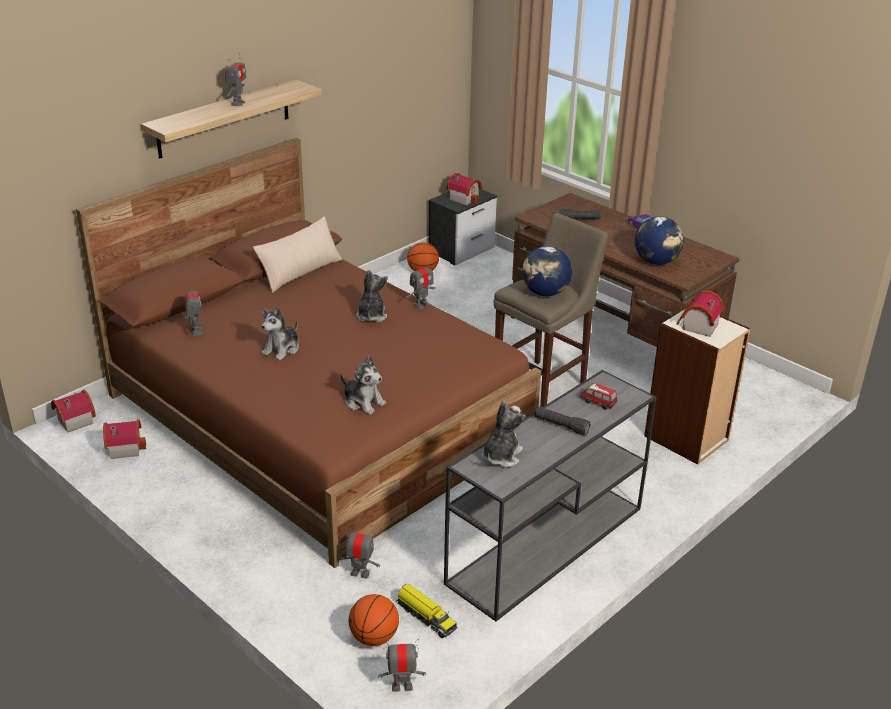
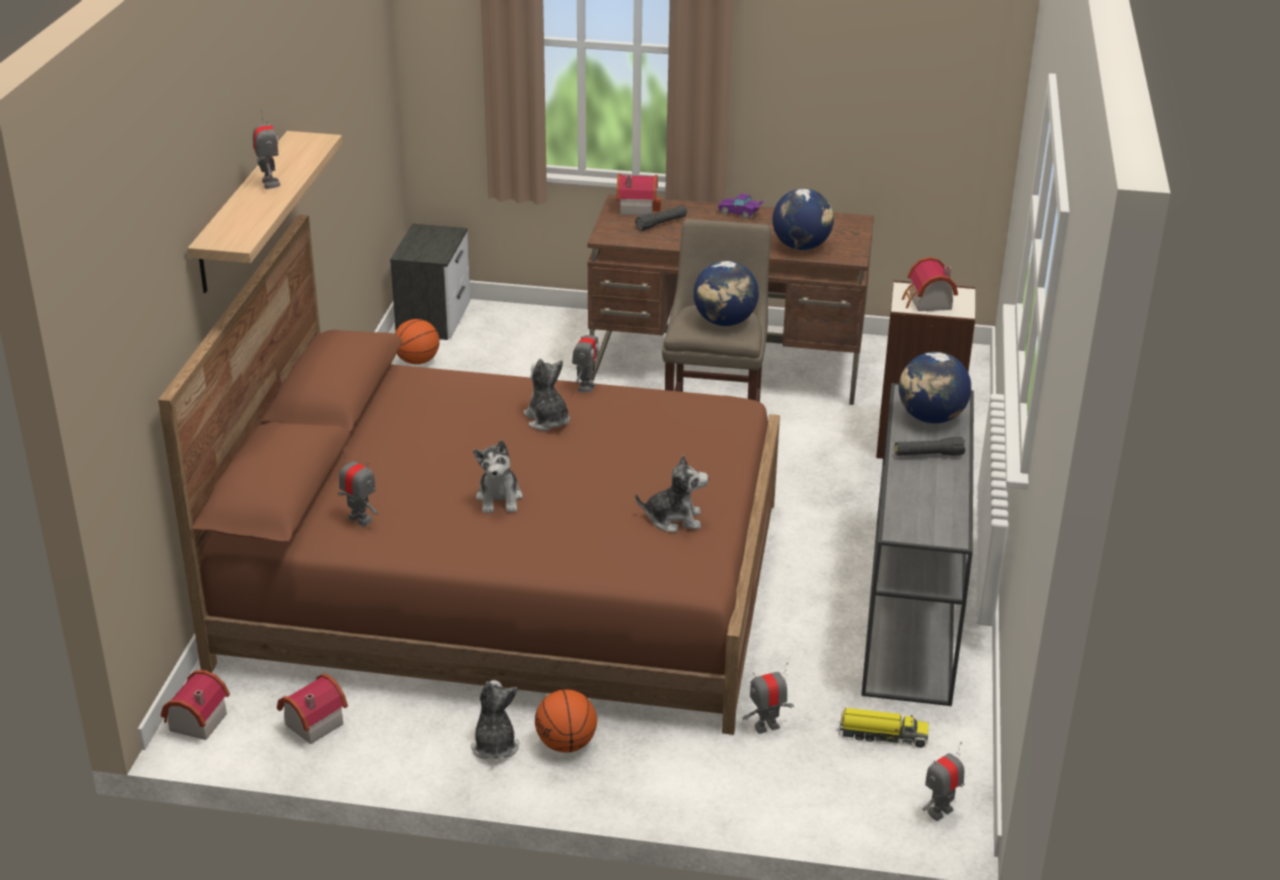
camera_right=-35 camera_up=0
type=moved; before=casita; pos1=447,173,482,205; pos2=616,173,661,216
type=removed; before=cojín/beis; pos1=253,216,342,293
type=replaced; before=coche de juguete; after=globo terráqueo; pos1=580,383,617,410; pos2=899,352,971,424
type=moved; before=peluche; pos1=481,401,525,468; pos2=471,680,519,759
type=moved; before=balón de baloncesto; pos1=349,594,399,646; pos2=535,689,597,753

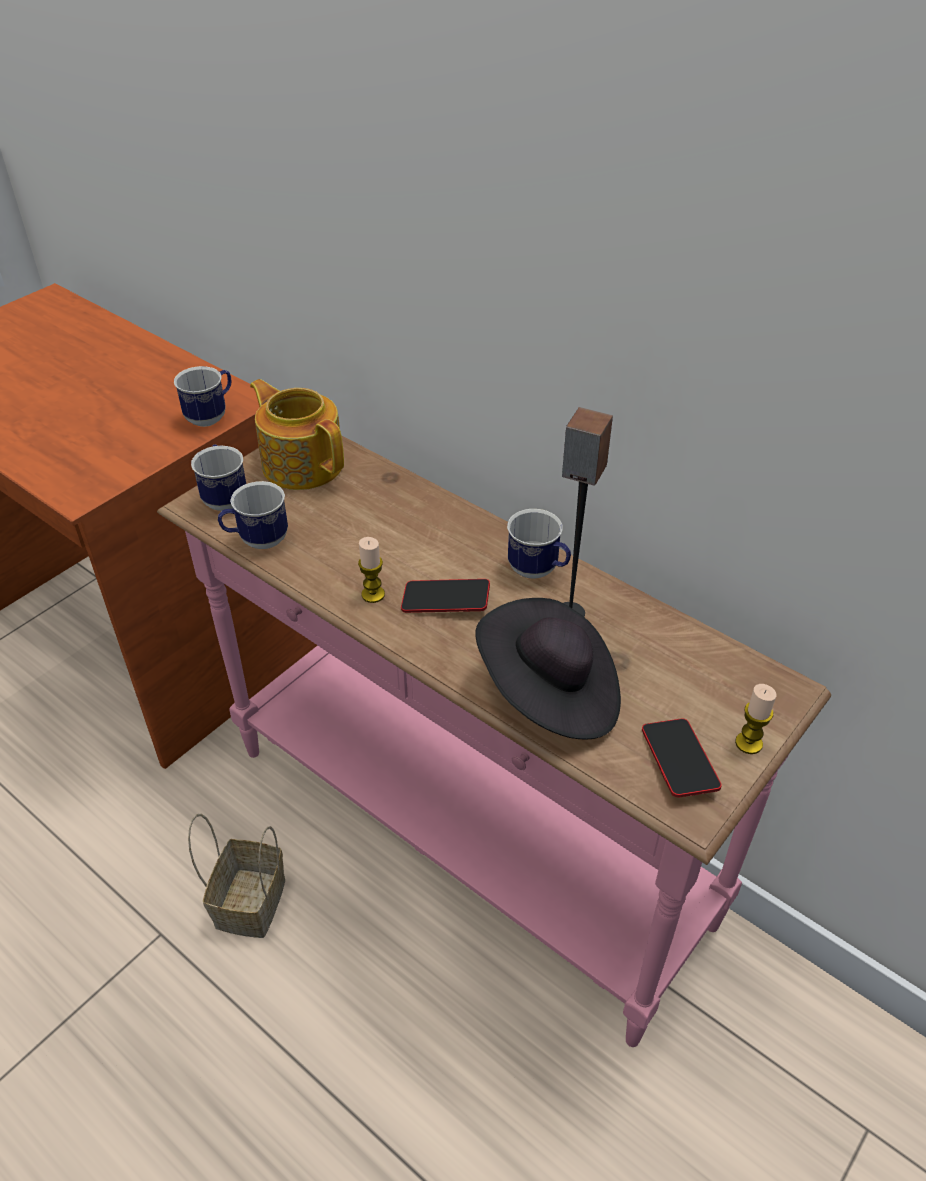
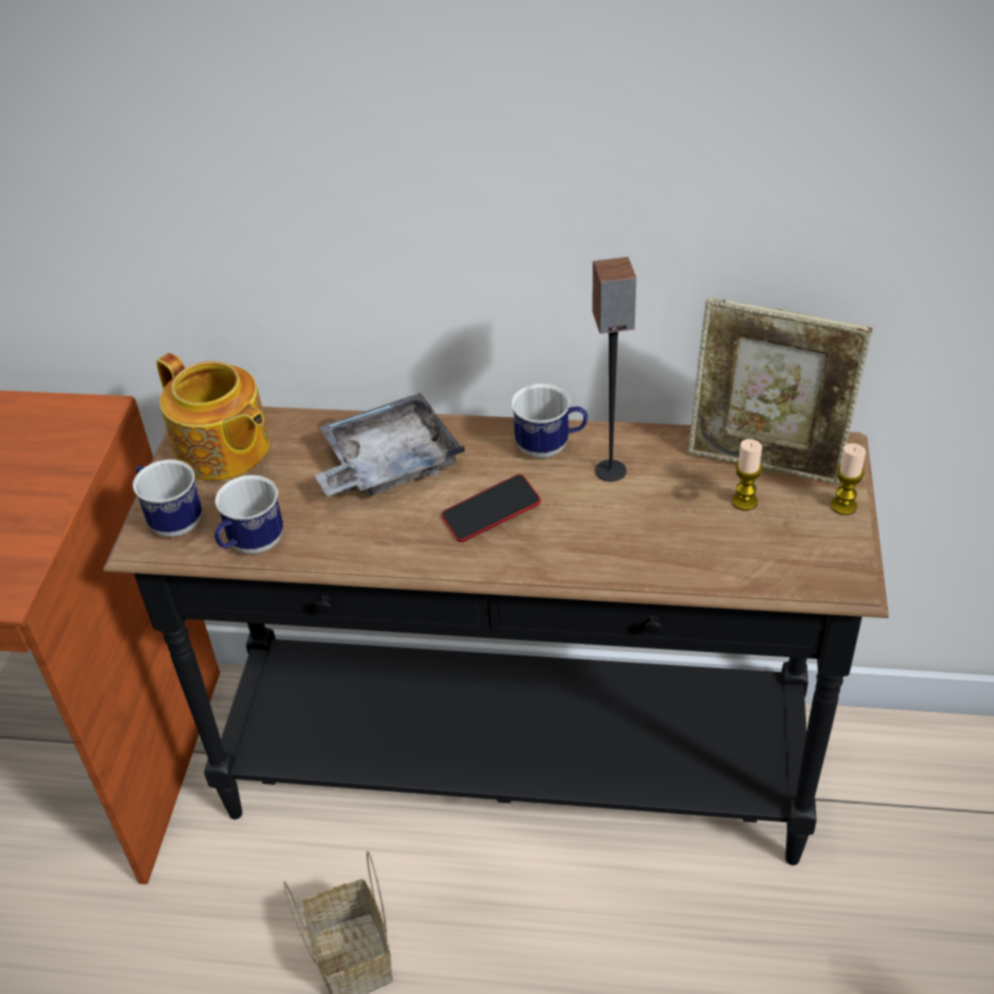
camera_right=-30 camera_up=0
type=removed; before=taza grande; pos1=174,366,231,427
type=turned; before=tetera; pos1=250,379,344,490; pos2=157,353,270,481; turn=-150
type=recoloured; before=mesa consola/rosa; after=mesa consola/negro; pos1=157,436,831,1047; pos2=103,406,889,865
type=moved; before=vela; pos1=358,537,385,603; pos2=732,439,762,511
type=removed; before=sombrero/negro; pos1=476,598,621,740
type=removed; before=móvil; pos1=642,718,722,798
type=added; after=portarretratos; pos2=688,297,872,484
type=added; after=bandeja/gris; pos2=314,393,465,496

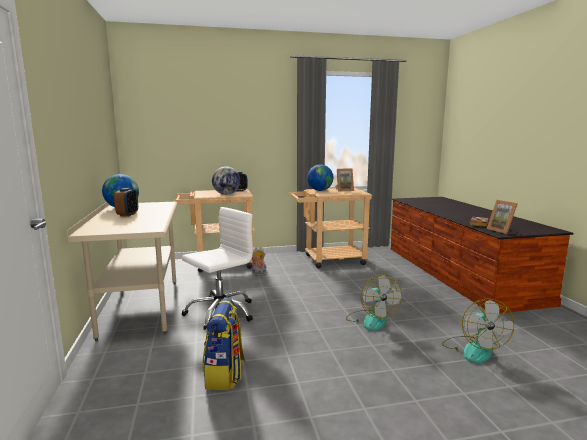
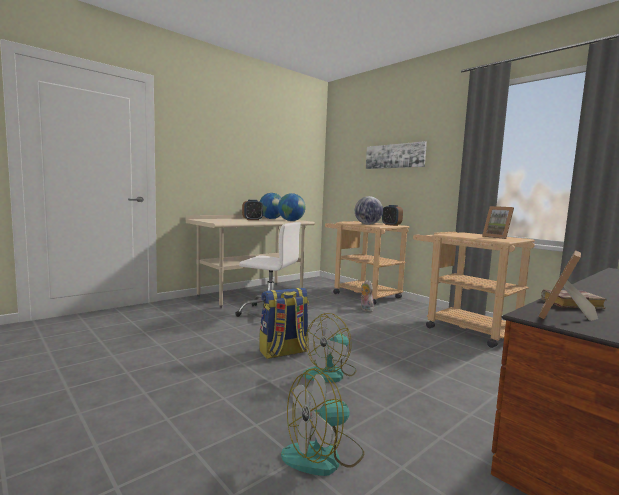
camera_right=60 camera_up=-5
type=moved; before=globo terráqueo; pos1=307,164,333,191; pos2=278,193,305,221
type=moved; before=mochila; pos1=202,298,245,390; pos2=260,288,309,359
type=added; after=cuadro; pos2=366,141,427,169

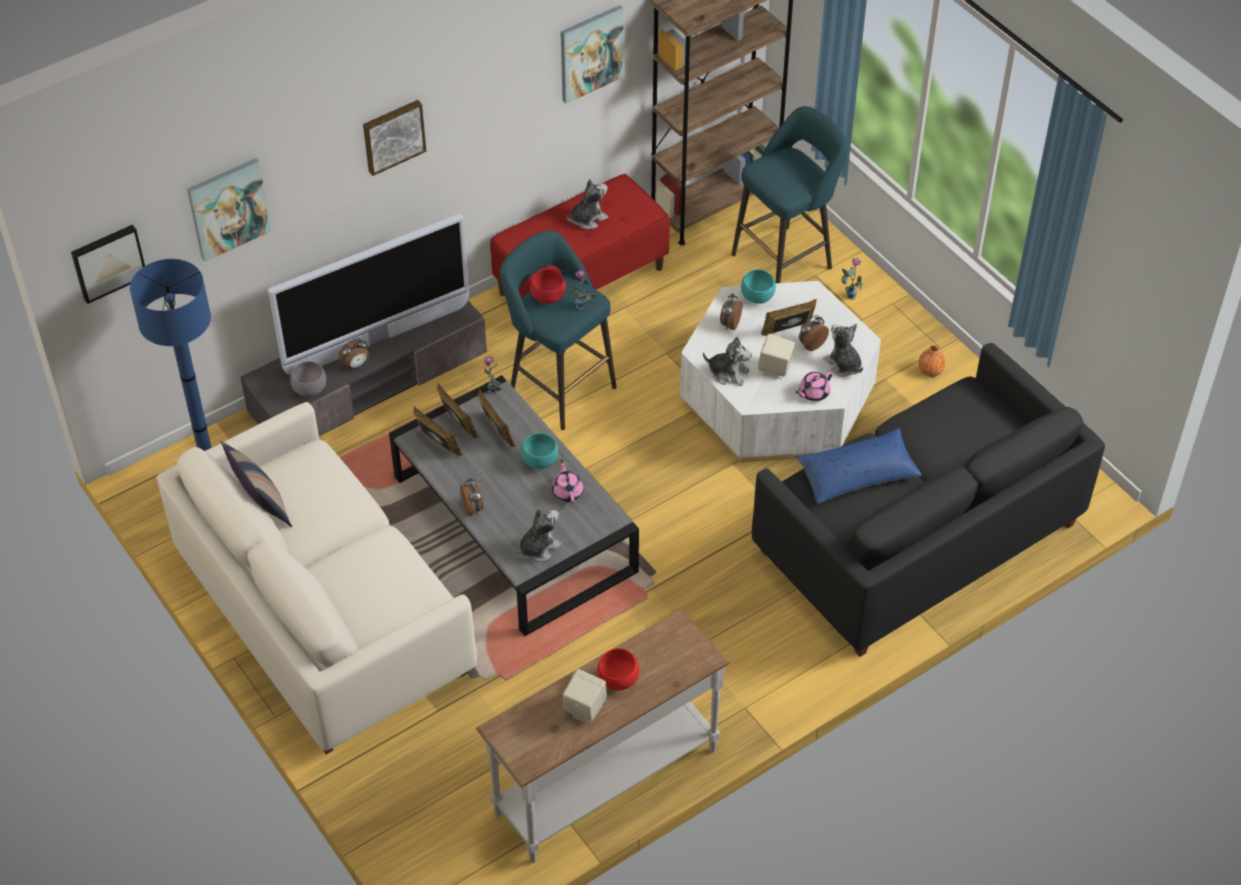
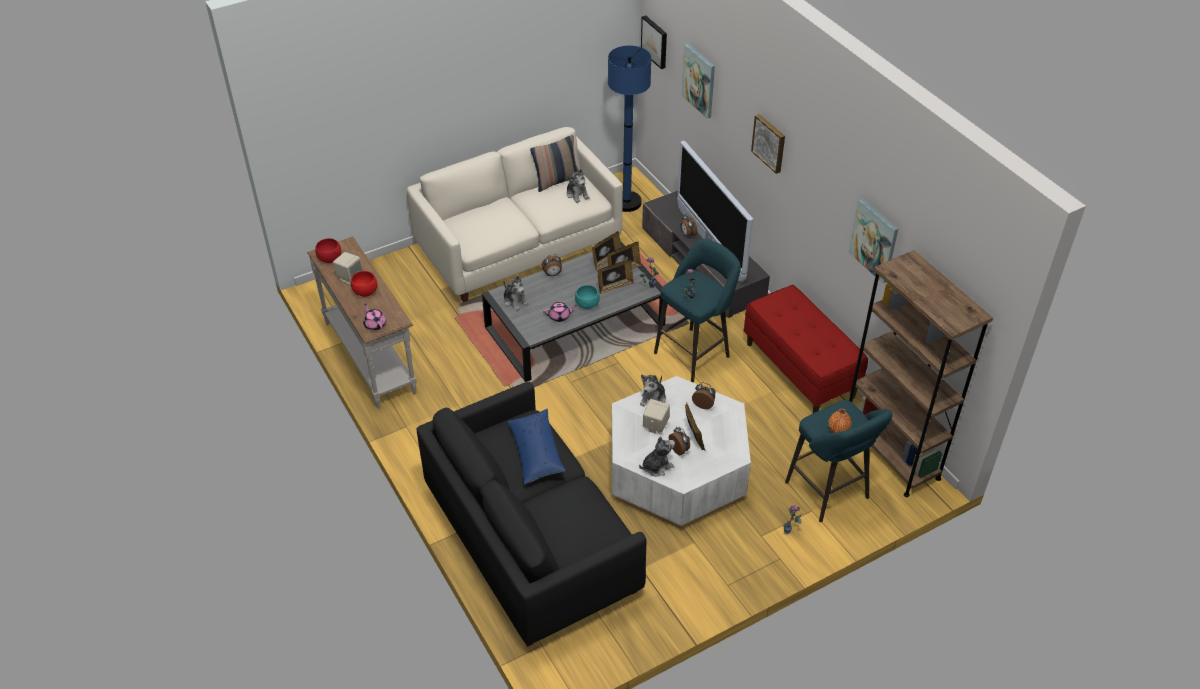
camera_right=95 camera_up=-5
type=moved; before=peluche; pos1=567,179,608,230; pos2=567,169,590,203
type=moved; before=cuenco/rojo; pos1=530,269,566,304; pos2=315,238,341,263
type=removed; before=cuenco/turquesa; pos1=741,269,776,304
type=moved; before=florero/naranja; pos1=918,345,945,377; pos2=828,409,851,433
type=removed; before=cuenco/gris; pos1=290,361,326,397
type=moved; before=tetera/rosa; pos1=795,371,833,401; pos2=363,304,386,331

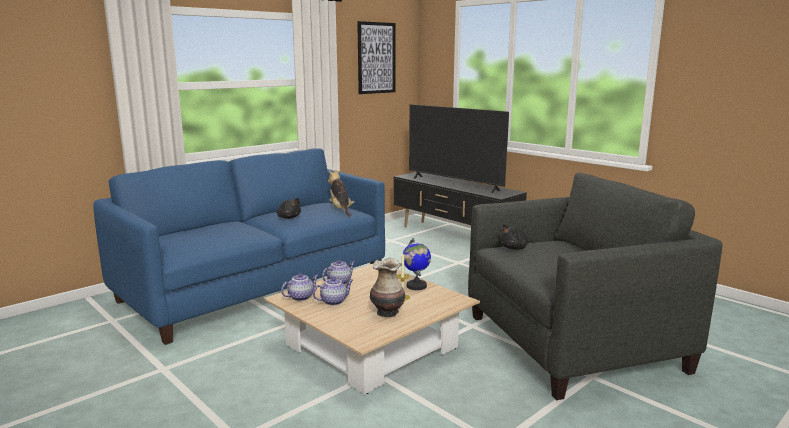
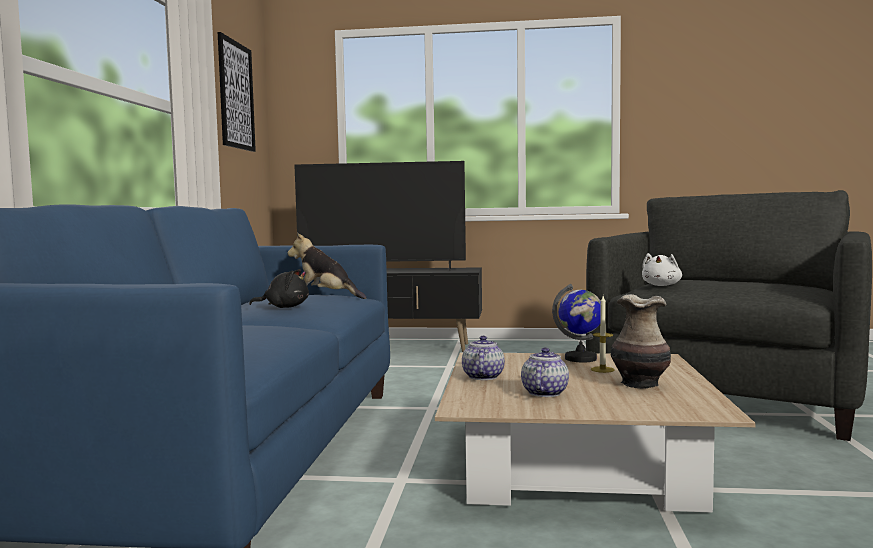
camera_right=-40 camera_up=-10
type=recoloured; before=peluche/negro; after=peluche/blanco; pos1=500,223,534,250; pos2=642,253,682,286
type=removed; before=tetera; pos1=281,273,319,301

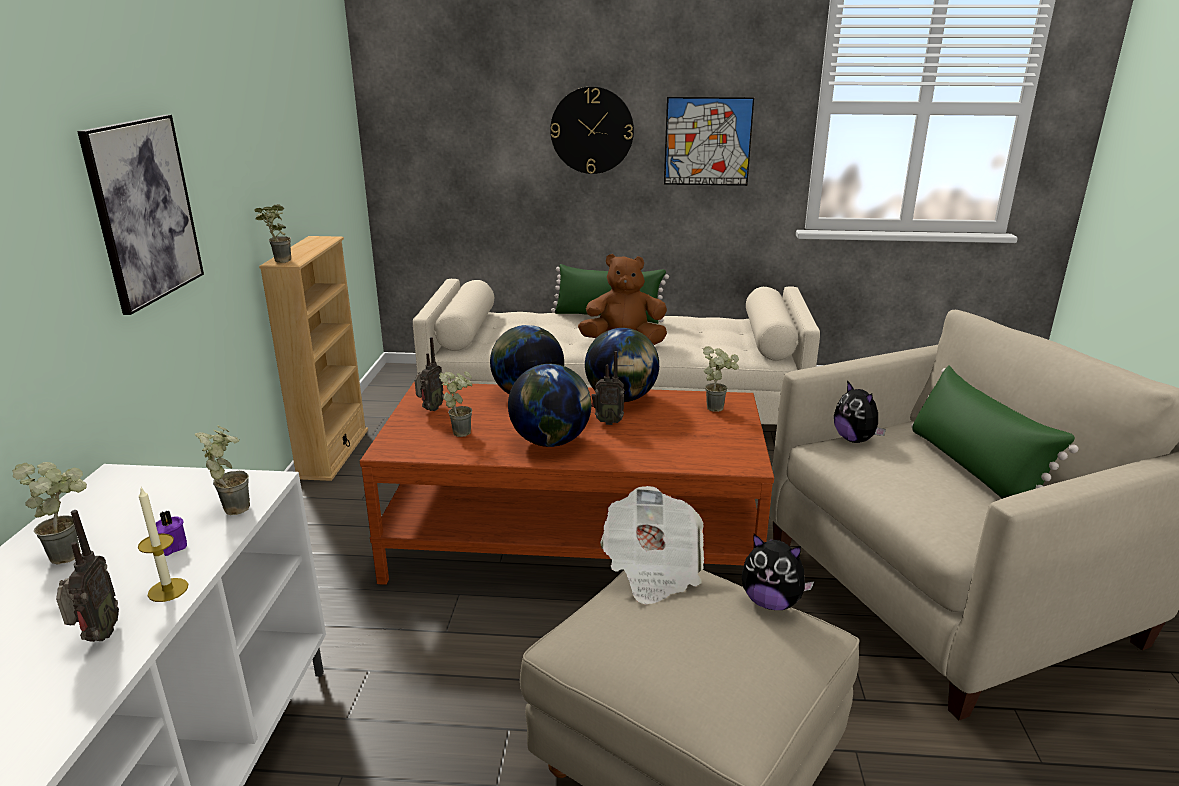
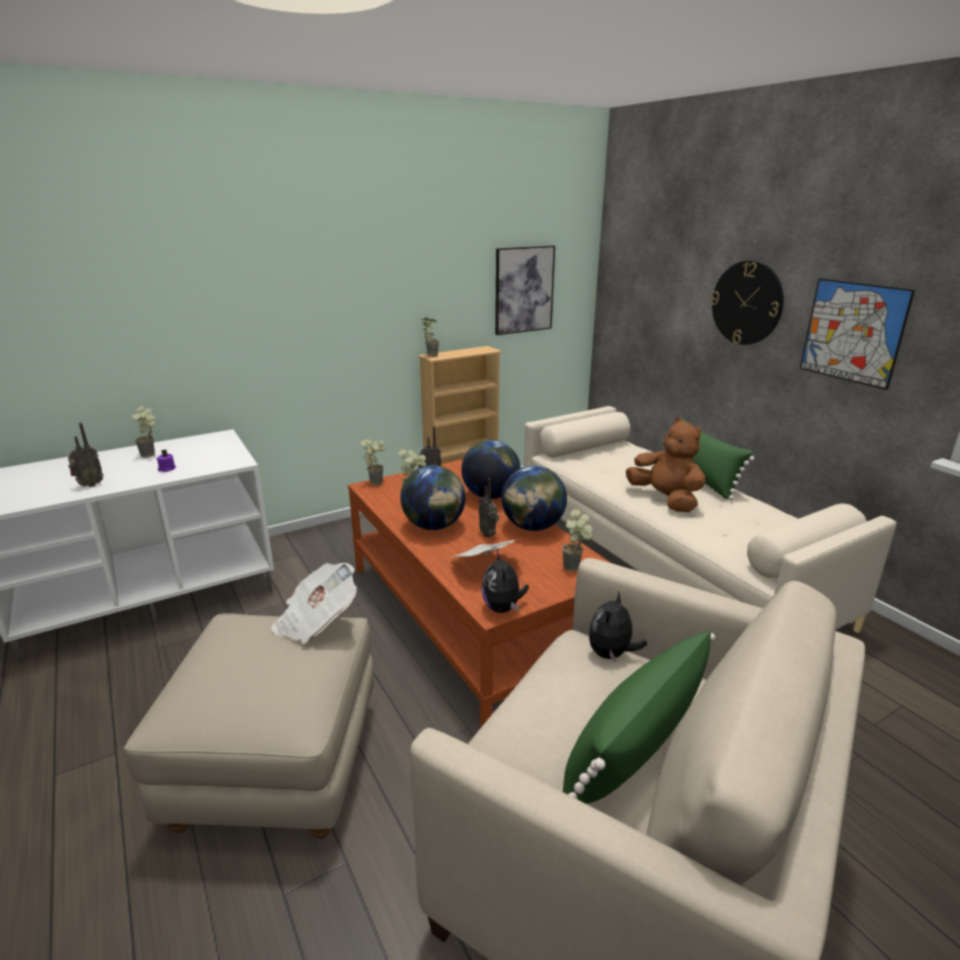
camera_right=55 camera_up=0
type=moved; before=cuadro; pos1=77,115,204,315; pos2=495,245,555,335
type=moved; before=planta en maceta; pos1=195,425,250,515; pos2=360,440,385,485
type=removed; before=vela; pos1=138,488,188,602
type=moved; before=peluche; pos1=742,534,814,610; pos2=482,551,529,613
type=added; after=periódico; pos2=451,539,519,557

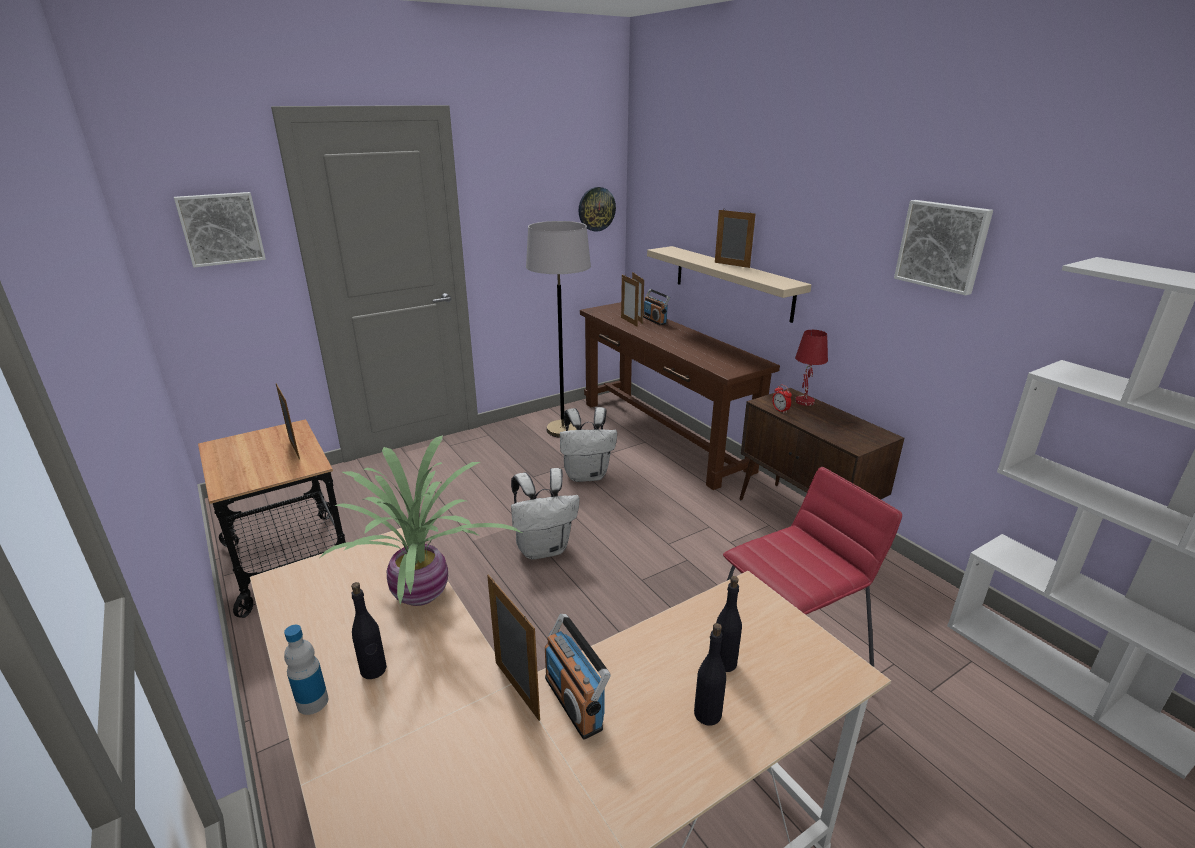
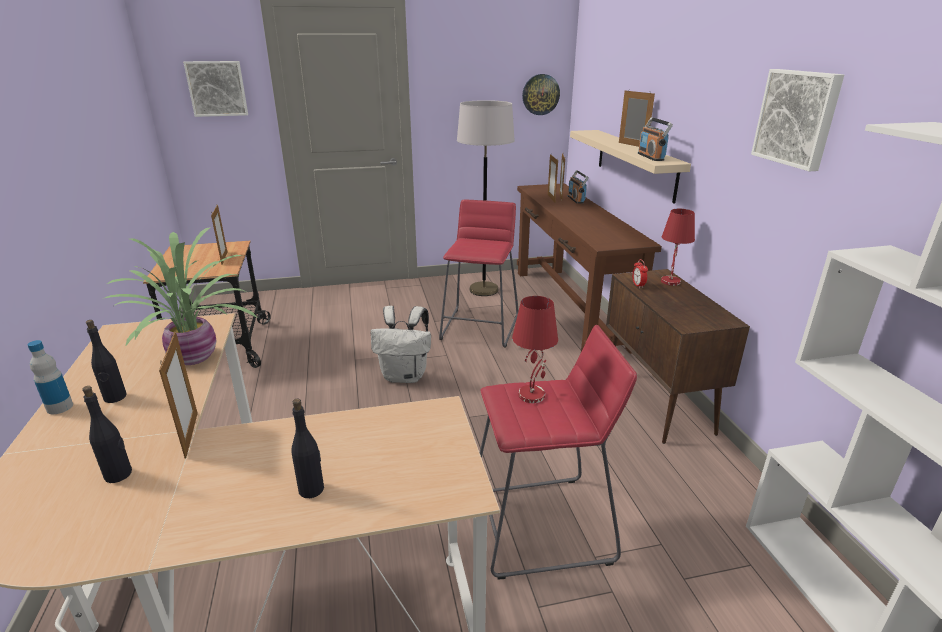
camera_right=20 camera_up=0
type=replaced; before=mochila/blanco; after=taburete/rojo; pos1=560,407,617,482; pos2=439,200,519,348
type=moved; before=botella/negro; pos1=716,576,742,672; pos2=82,386,132,483
type=moved; before=radio; pos1=545,614,611,739; pos2=638,117,673,161
type=added; after=lámpara de mesa/rojo; pos2=512,296,558,403

